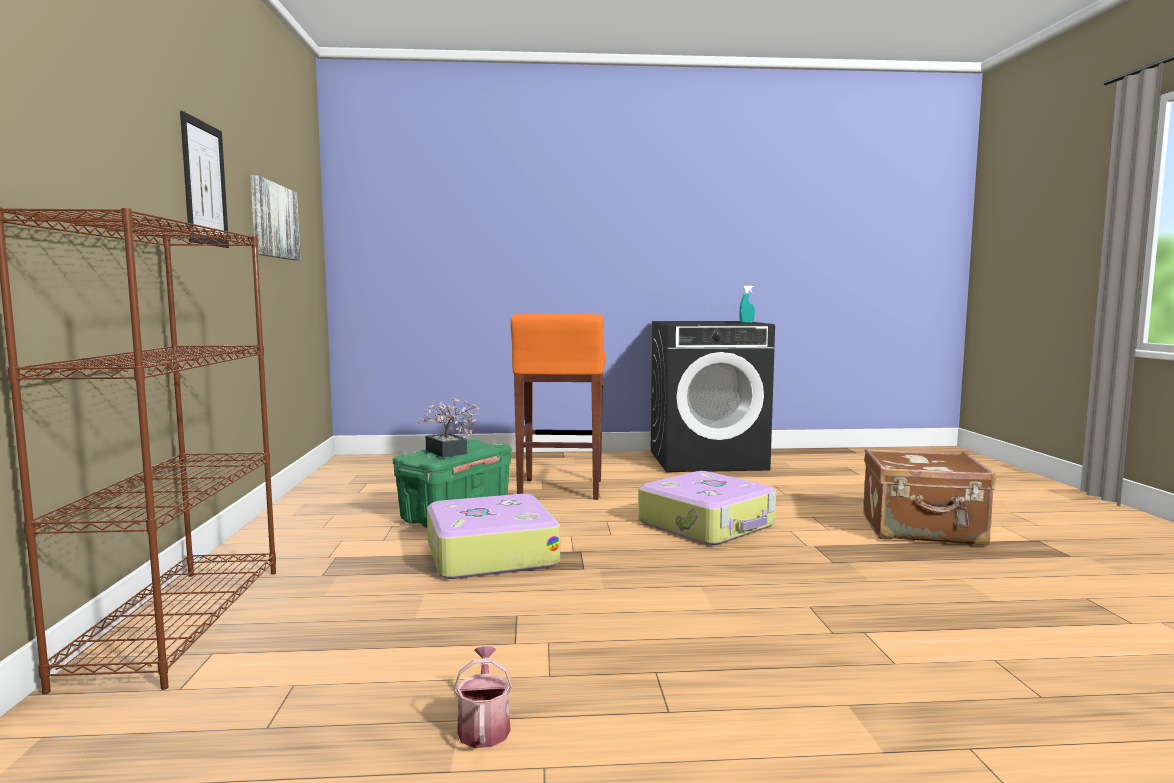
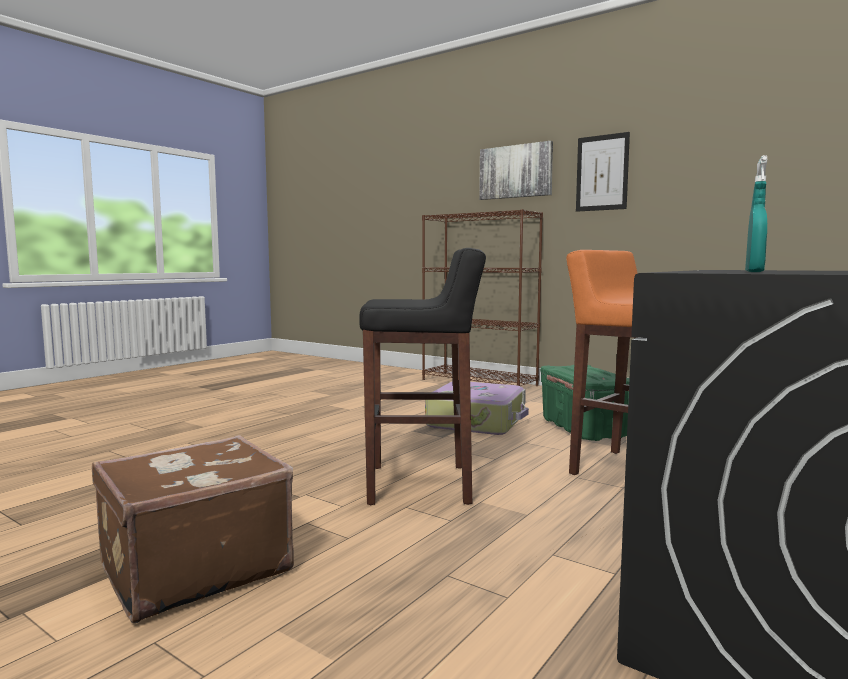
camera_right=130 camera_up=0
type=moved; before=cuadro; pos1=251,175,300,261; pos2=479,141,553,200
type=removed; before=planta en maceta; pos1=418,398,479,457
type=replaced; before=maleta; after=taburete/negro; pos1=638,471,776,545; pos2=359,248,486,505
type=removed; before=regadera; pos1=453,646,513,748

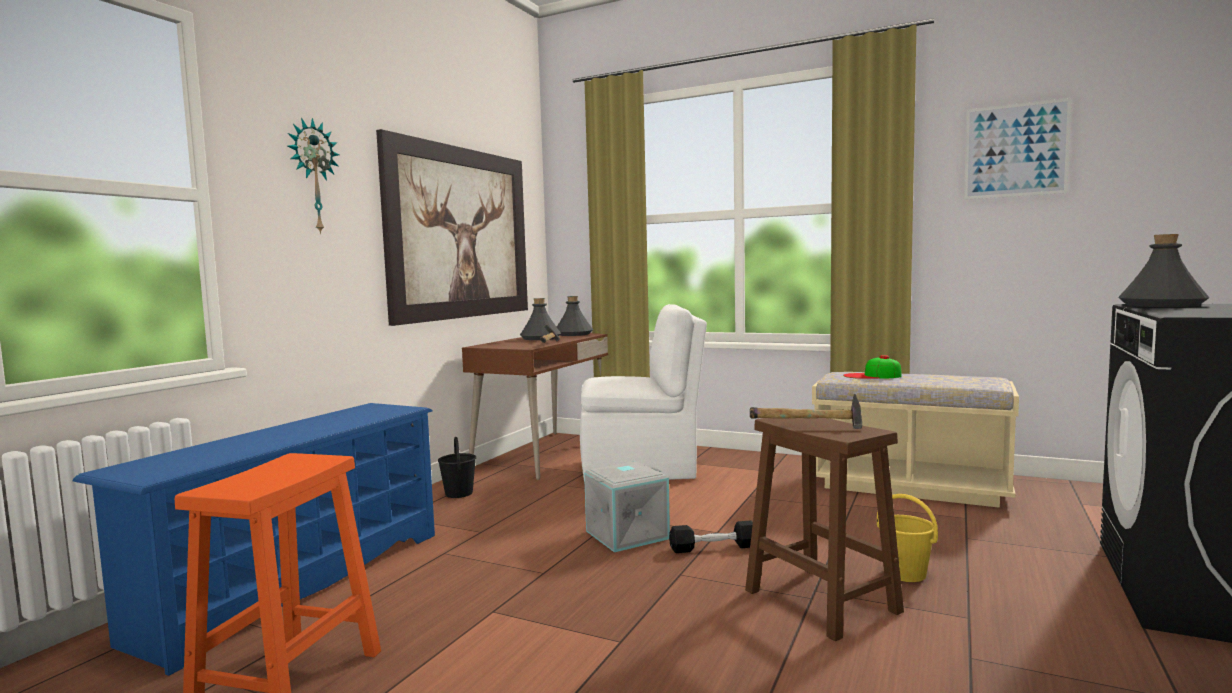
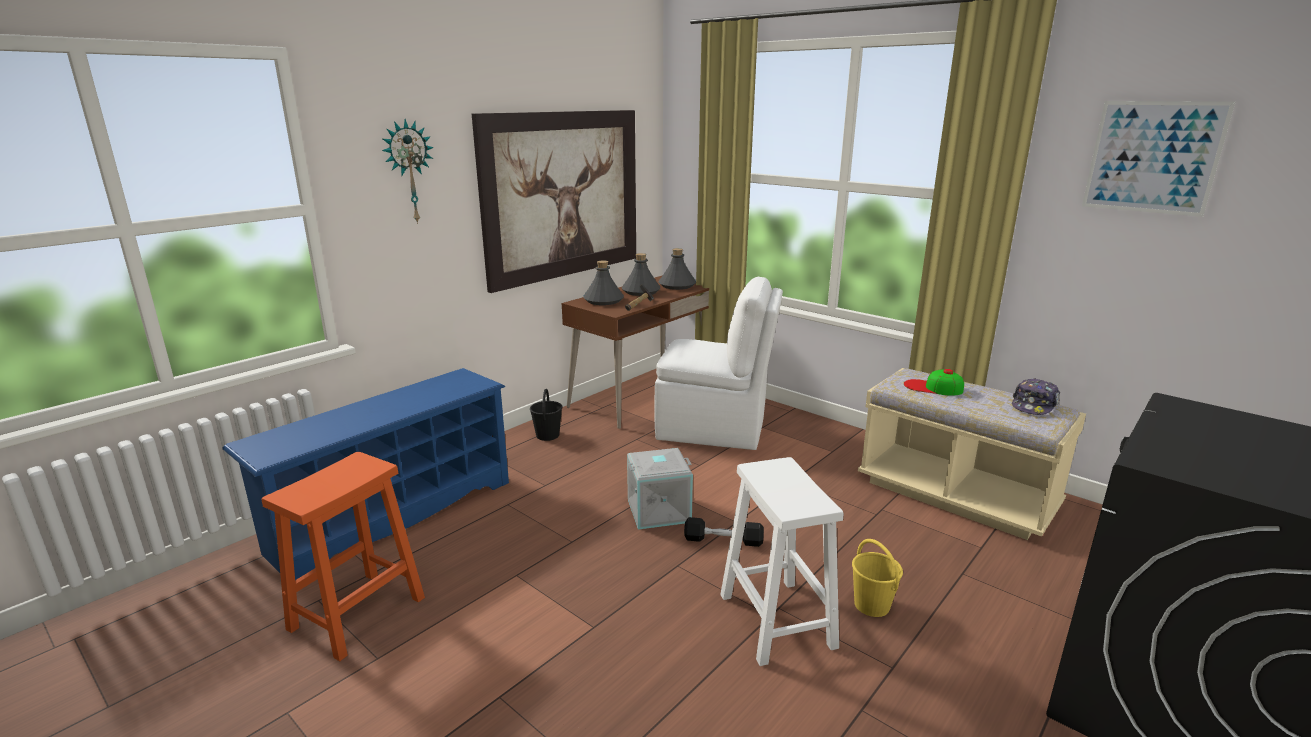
camera_right=15 camera_up=15
type=moved; before=botella/gris; pos1=1118,234,1209,307; pos2=583,260,624,305
type=removed; before=martillo; pos1=750,394,862,429
type=recoloured; before=taburete/marrón; after=taburete/blanco; pos1=745,418,904,641; pos2=720,457,843,666
type=added; after=gorra; pos2=1012,378,1060,415

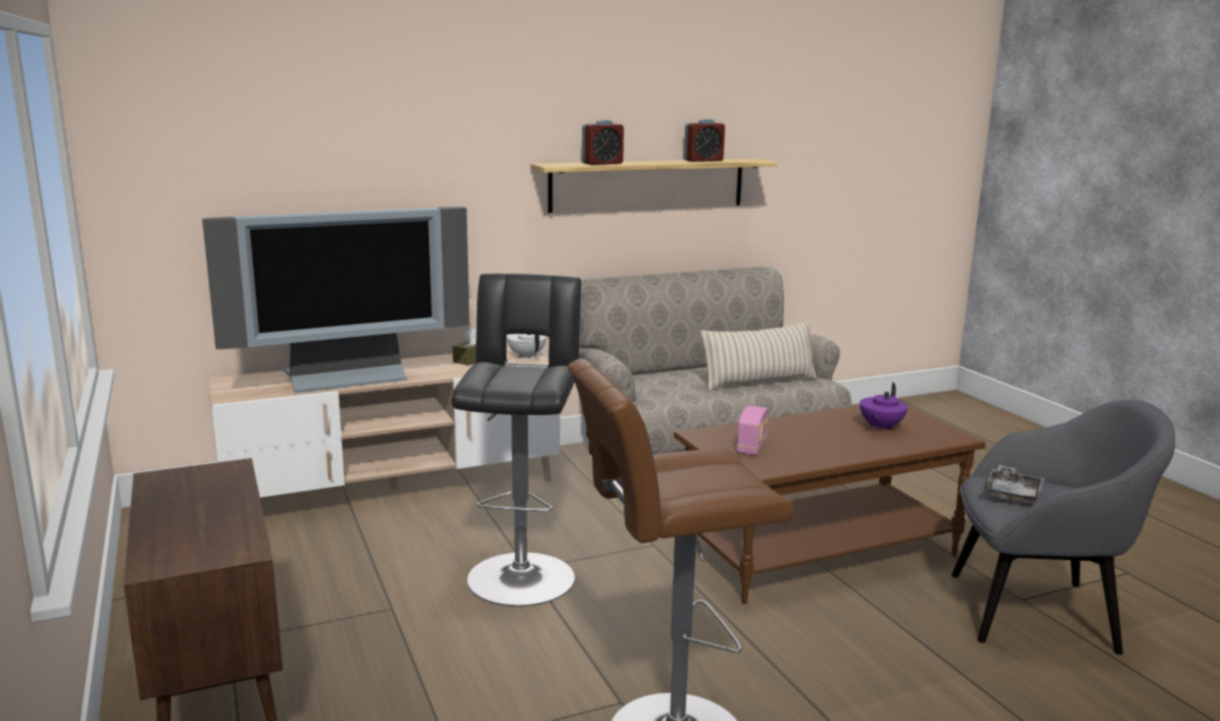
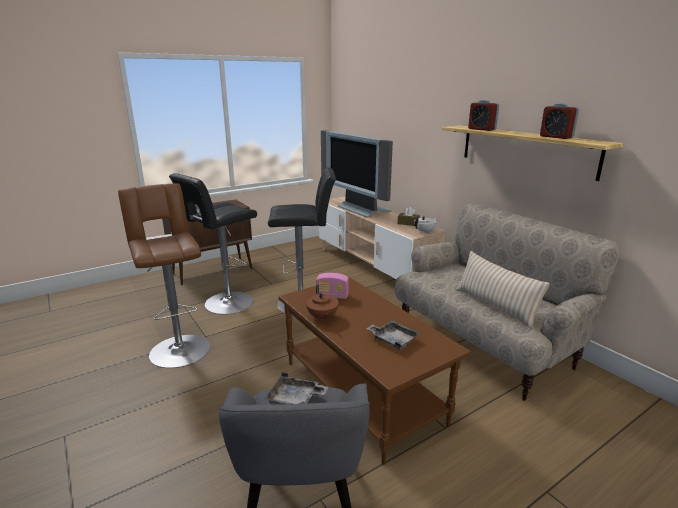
camera_right=80 camera_up=5
type=replaced; before=tetera/morado; after=bandeja/gris; pos1=860,382,908,431; pos2=366,320,420,350
type=added; after=taburete/negro; pos2=169,173,257,314
type=added; after=tetera/marrón; pos2=306,285,339,322

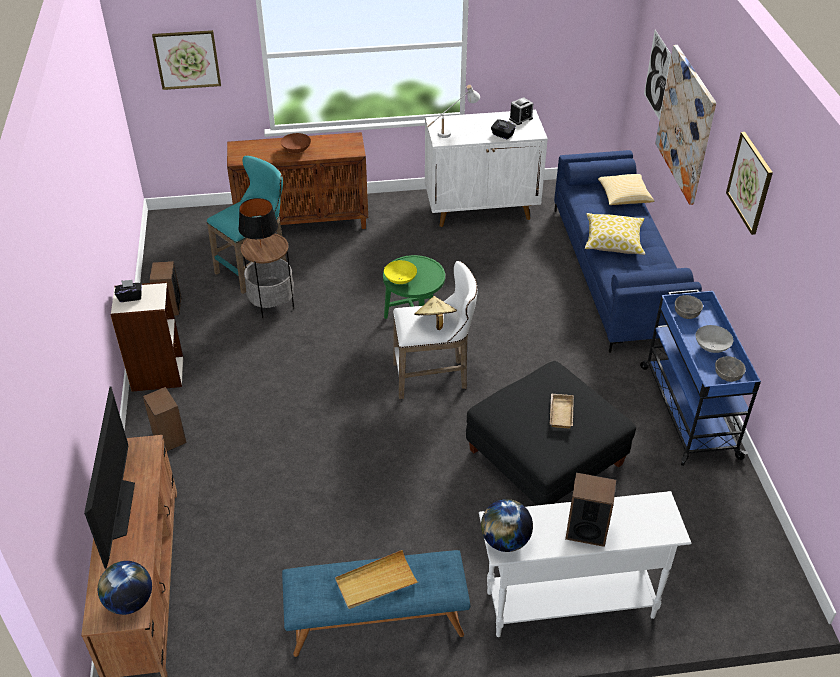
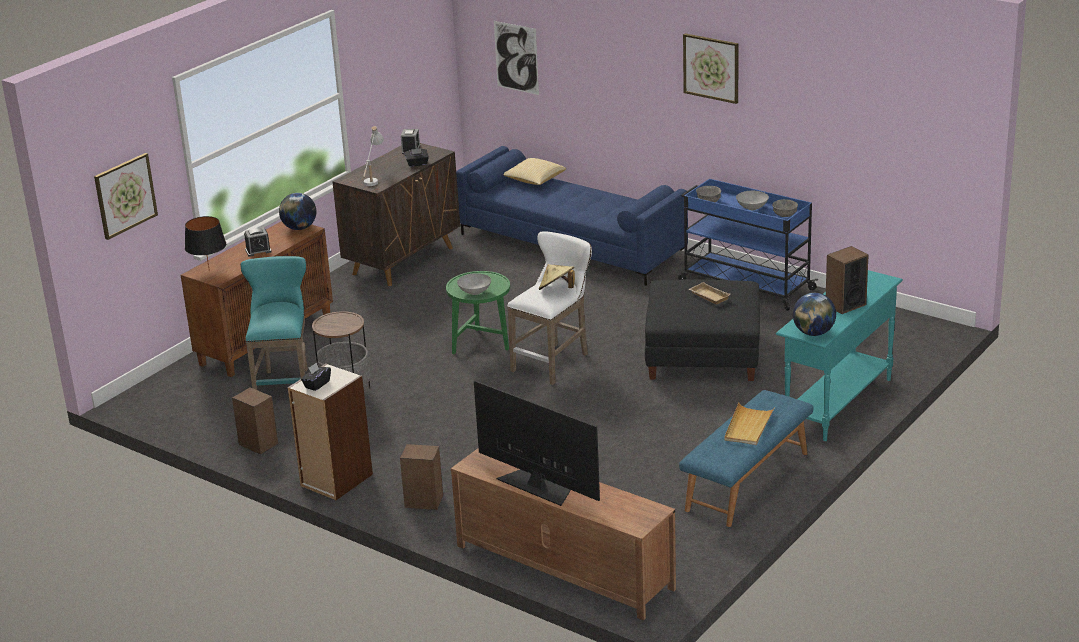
camera_right=-45 camera_up=-15
type=removed; before=cuadro; pos1=655,45,716,205
type=recoloured; before=armario/blanco; after=armario/marrón; pos1=425,110,548,227; pos2=332,143,460,286
type=replaced; before=cuenco/marrón; after=despertador; pos1=281,133,311,153; pos2=244,227,272,257
type=moved; before=lámpara de mesa/negro; pos1=239,198,278,245; pos2=185,216,226,271
type=removed; before=cojín; pos1=585,213,645,255
type=recoloured; before=cuenco/amarillo; after=cuenco/gris; pos1=384,260,417,284; pos2=457,273,491,295
type=recoloured; before=mesa consola/blanco; after=mesa consola/turquesa; pos1=479,491,691,637; pos2=776,270,903,441
type=moved; before=globo terráqueo; pos1=98,561,152,615; pos2=279,193,317,230

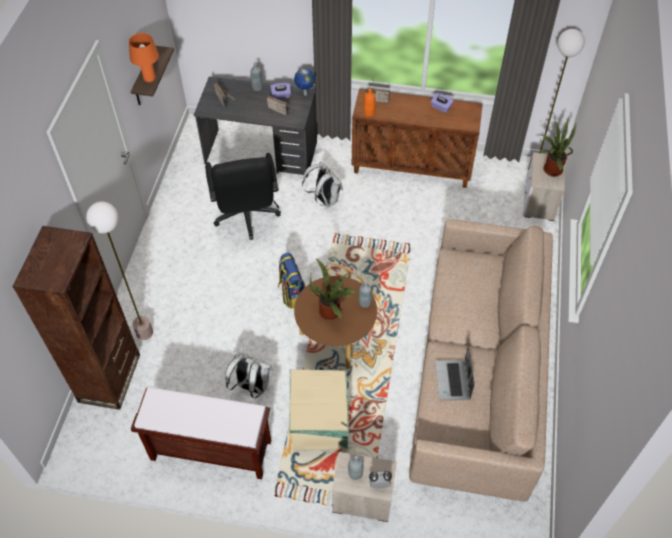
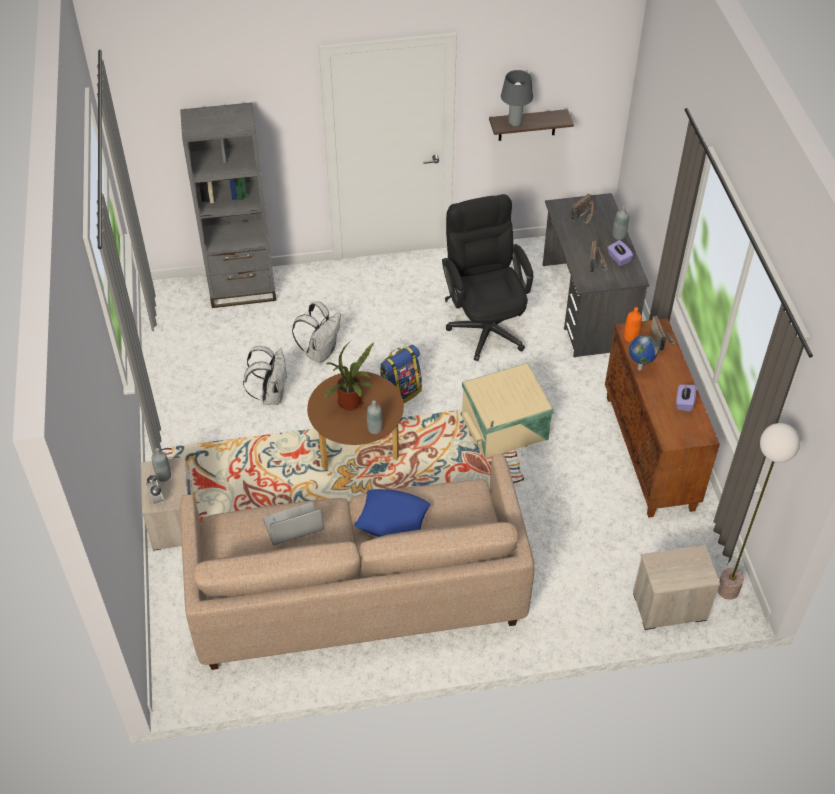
camera_right=70 camera_up=-5
type=recoloured; before=lámpara de mesa/naranja; after=lámpara de mesa/gris; pos1=129,33,159,82; pos2=501,70,533,127
type=moved; before=globo terráqueo; pos1=294,68,315,96; pos2=629,335,659,370
type=removed; before=planta en maceta; pos1=538,118,576,177
type=turned; before=silla de oficina/negro; pos1=205,153,281,240; pos2=442,194,533,361; turn=105
type=moved; before=mochila/blanco; pos1=302,162,343,207; pos2=292,301,341,363
type=removed; before=lámpara de pie; pos1=86,202,153,340
type=recoloured; before=estantería/marrón; after=estantería/gris; pos1=12,226,140,410; pos2=180,102,276,308
type=moved; before=caja de almacenaje/beis; pos1=290,369,349,451; pos2=462,363,554,459
type=removed; before=banco/marrón; pos1=131,387,271,479
type=added; after=cojín/azul; pos2=354,489,430,537

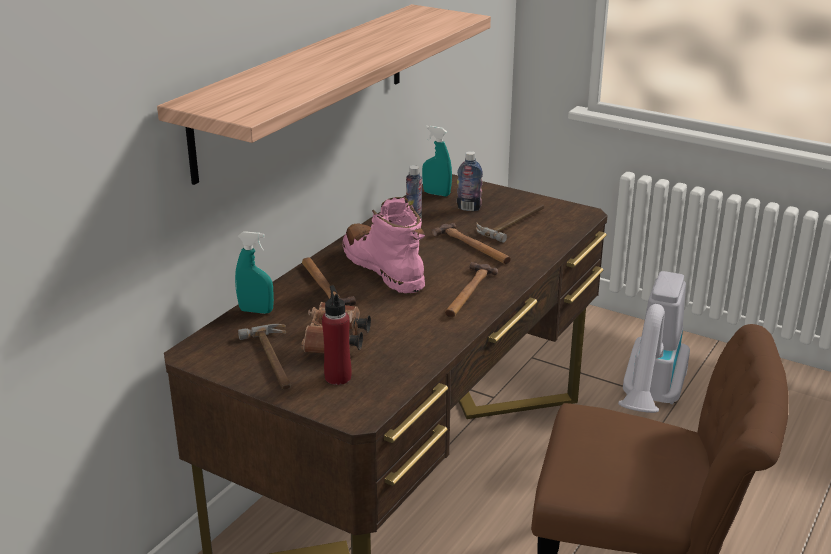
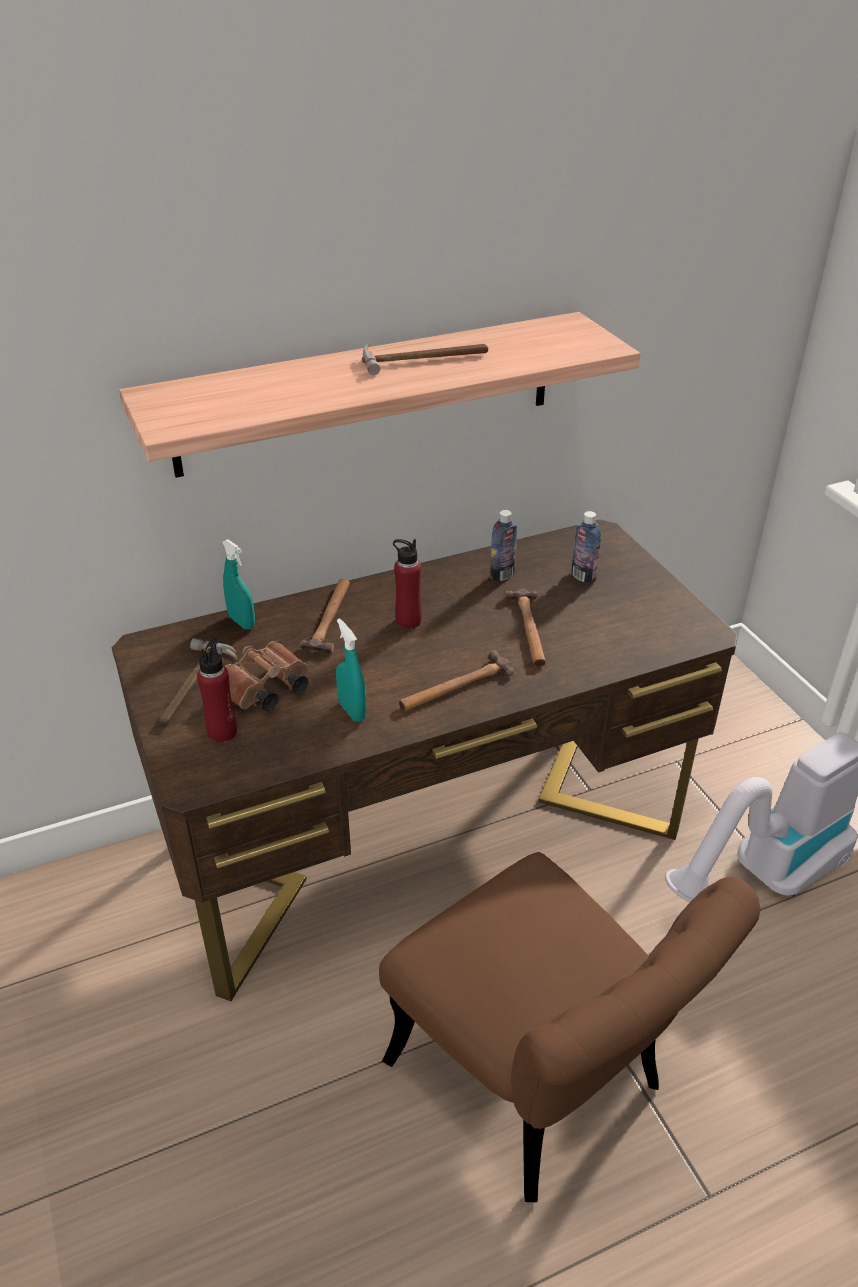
camera_right=35 camera_up=10
type=moved; before=pulverizador/turquesa; pos1=422,126,452,196; pos2=336,619,366,722
type=replaced; before=bota/rosa; after=botella/rojo; pos1=342,197,425,293; pos2=393,539,422,629
type=moved; before=martillo; pos1=476,203,544,243; pos2=362,343,488,375

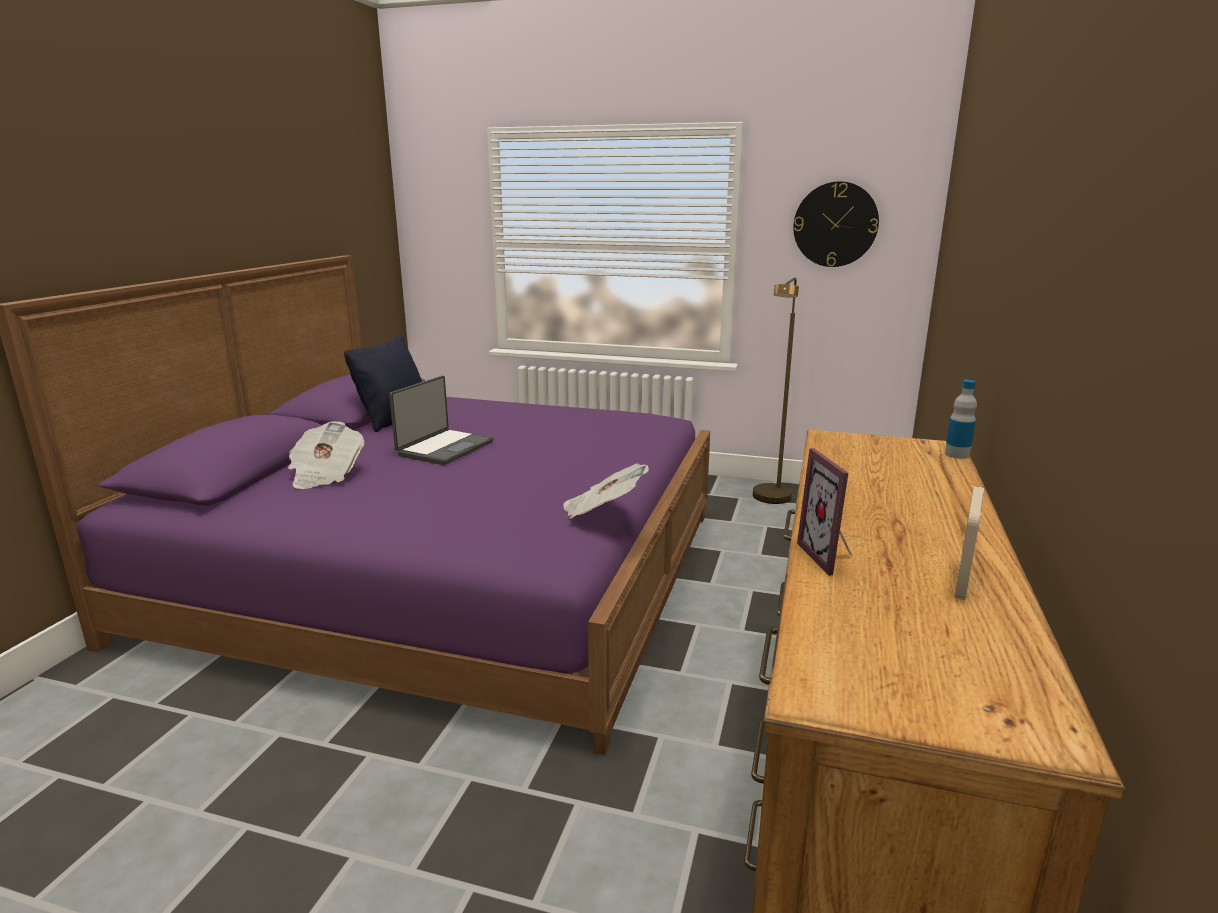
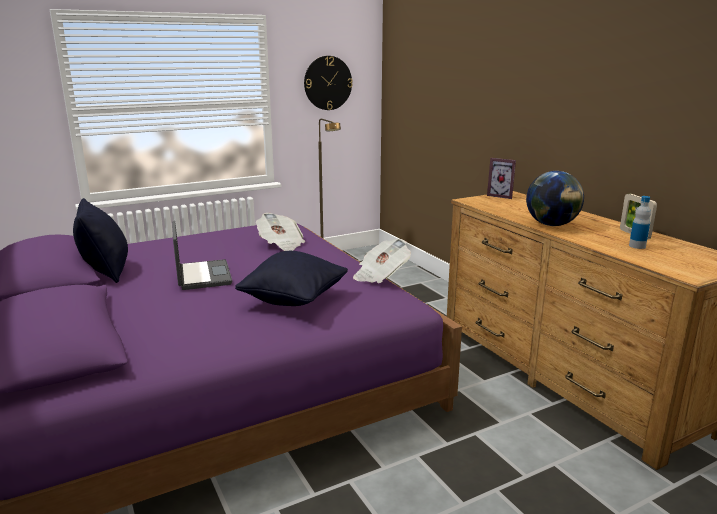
camera_right=-45 camera_up=0
type=moved; before=botella; pos1=945,380,977,459; pos2=629,196,651,249
type=moved; before=periódico; pos1=288,421,364,489; pos2=256,213,305,251
type=moved; before=portarretratos; pos1=797,448,852,576; pos2=487,158,516,199
type=added; after=globo terráqueo; pos2=526,171,584,226
type=added; after=cojín/negro; pos2=235,251,348,306

